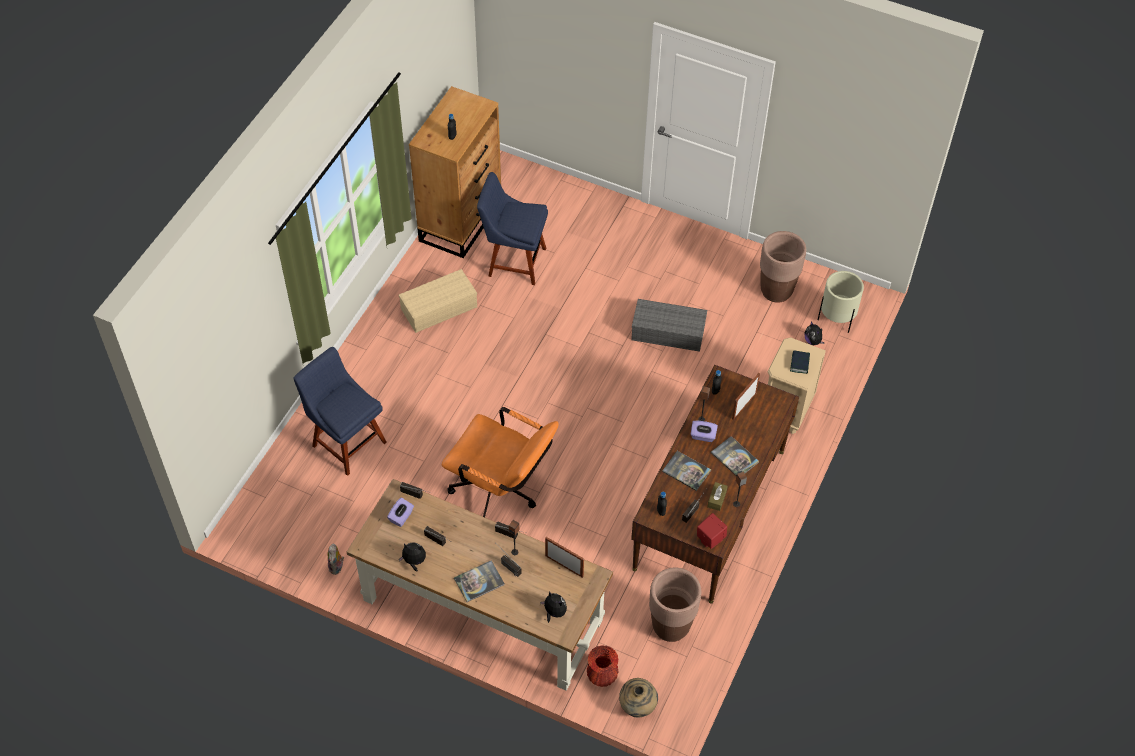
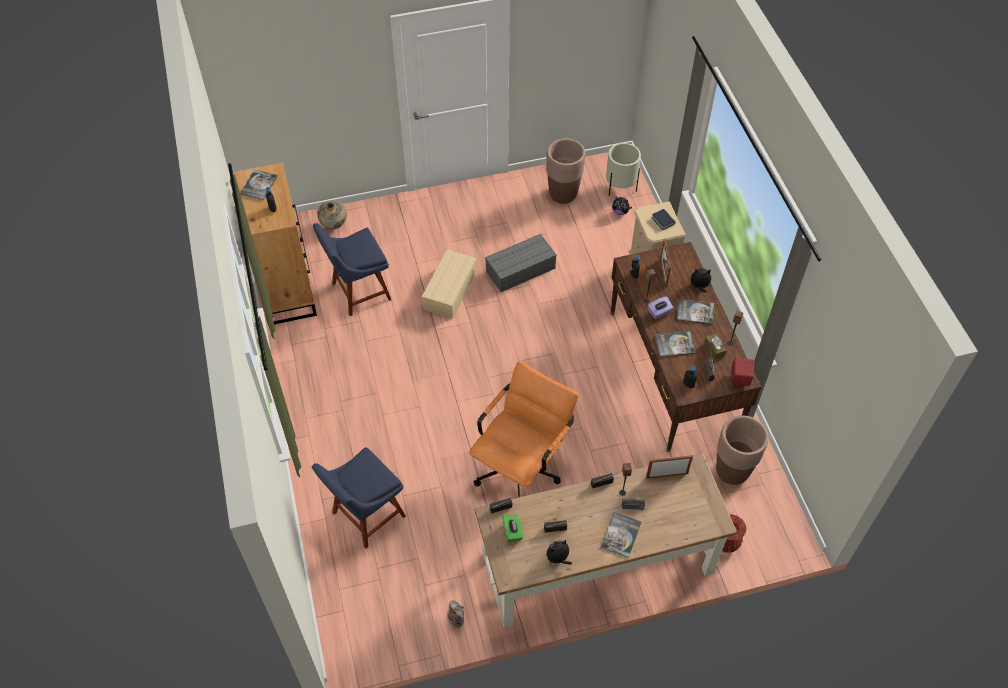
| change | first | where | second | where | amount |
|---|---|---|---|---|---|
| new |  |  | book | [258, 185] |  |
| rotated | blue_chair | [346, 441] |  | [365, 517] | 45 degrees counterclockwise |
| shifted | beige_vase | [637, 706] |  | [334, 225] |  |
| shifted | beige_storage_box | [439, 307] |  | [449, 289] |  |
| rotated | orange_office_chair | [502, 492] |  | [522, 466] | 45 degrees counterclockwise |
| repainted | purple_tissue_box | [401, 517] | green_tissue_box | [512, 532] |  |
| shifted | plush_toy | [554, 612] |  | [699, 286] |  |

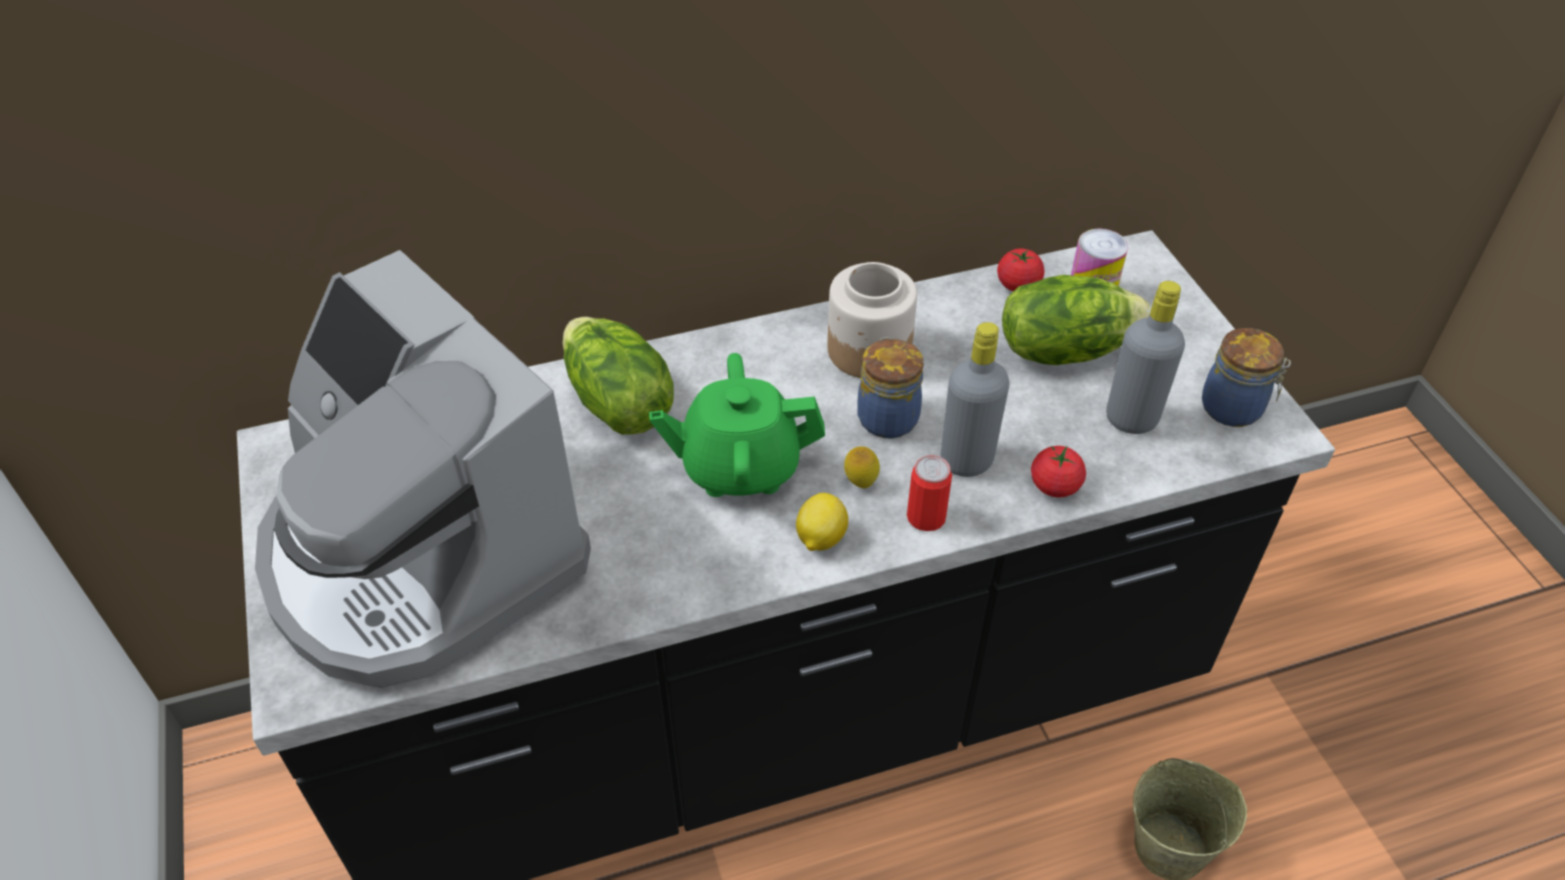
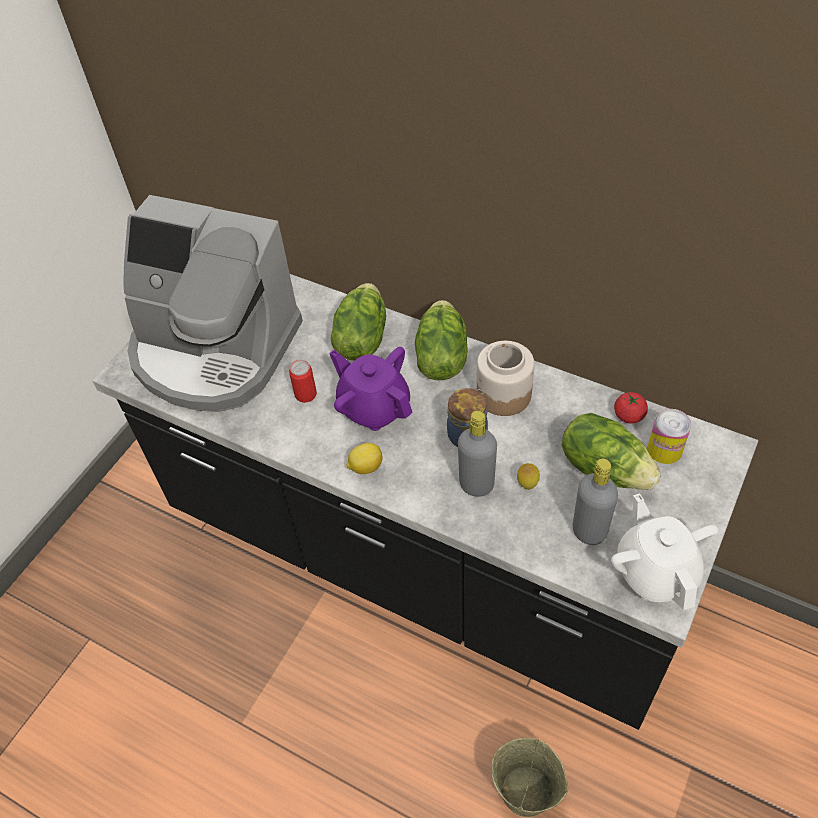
| change | first | where | second | where | amount |
|---|---|---|---|---|---|
| rotated | coffee_machine | [420, 557] |  | [214, 351] | 75 degrees counterclockwise |
| shifted | can | [926, 517] |  | [305, 394] |  |
| repainted | green_teapot | [739, 467] | purple_teapot | [374, 407] |  |
| new |  |  | lettuce | [440, 357] |  |
| shifted | lemon | [860, 483] |  | [527, 484] |  |
| swapped | jar | [1234, 409] | white_teapot | [655, 571] |  |
| gone | tomato | [1054, 486] |  |  |  |

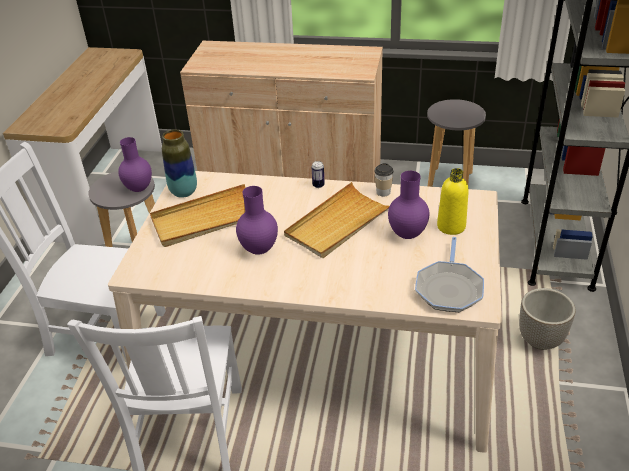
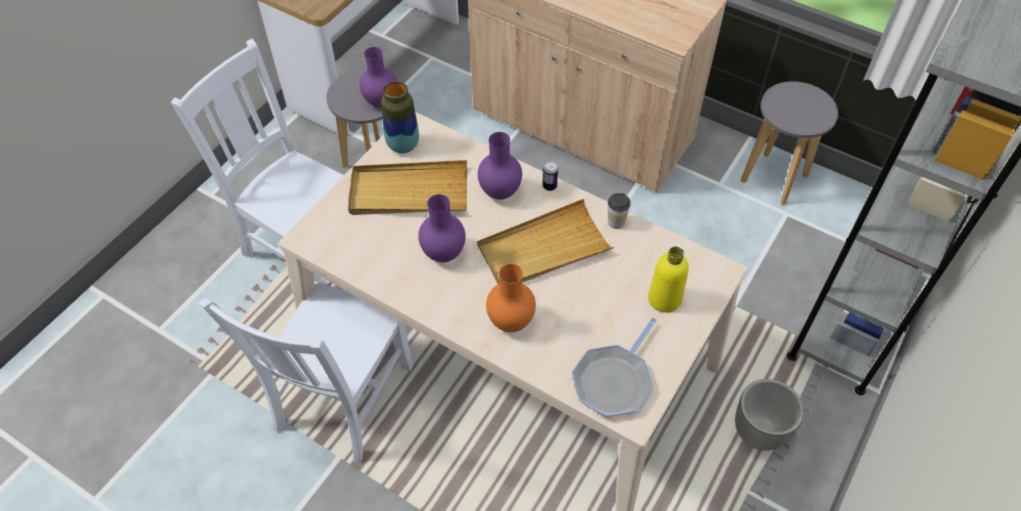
| change | first | where | second | where | amount |
|---|---|---|---|---|---|
| shifted | purple_vase | [406, 234] |  | [499, 192] |  |
| new |  |  | orange_vase | [509, 321] |  |

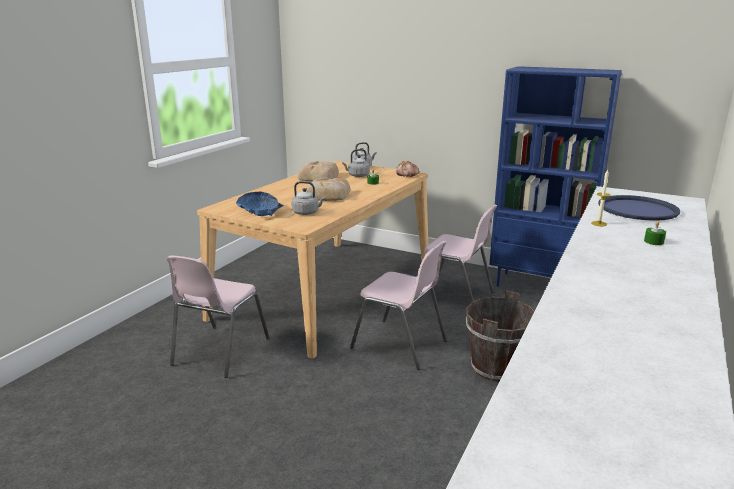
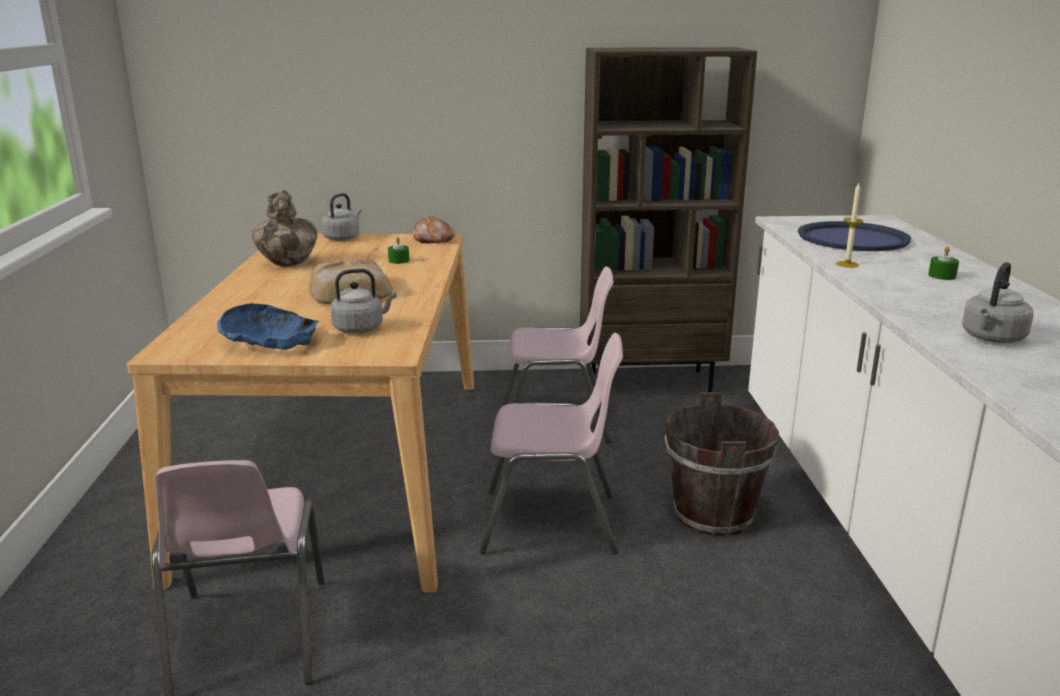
| change | first | where | second | where | amount |
|---|---|---|---|---|---|
| swapped | bread | [319, 176] | vase | [288, 263] |  |
| repainted | blue_bookcase | [538, 286] | brown_bookcase | [651, 382] |  |
| shifted | grey_kettle | [357, 176] |  | [991, 338] |  |

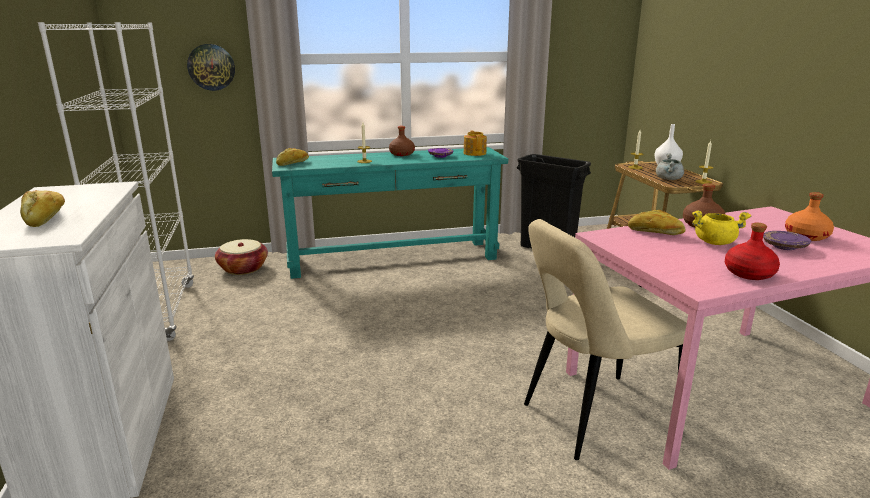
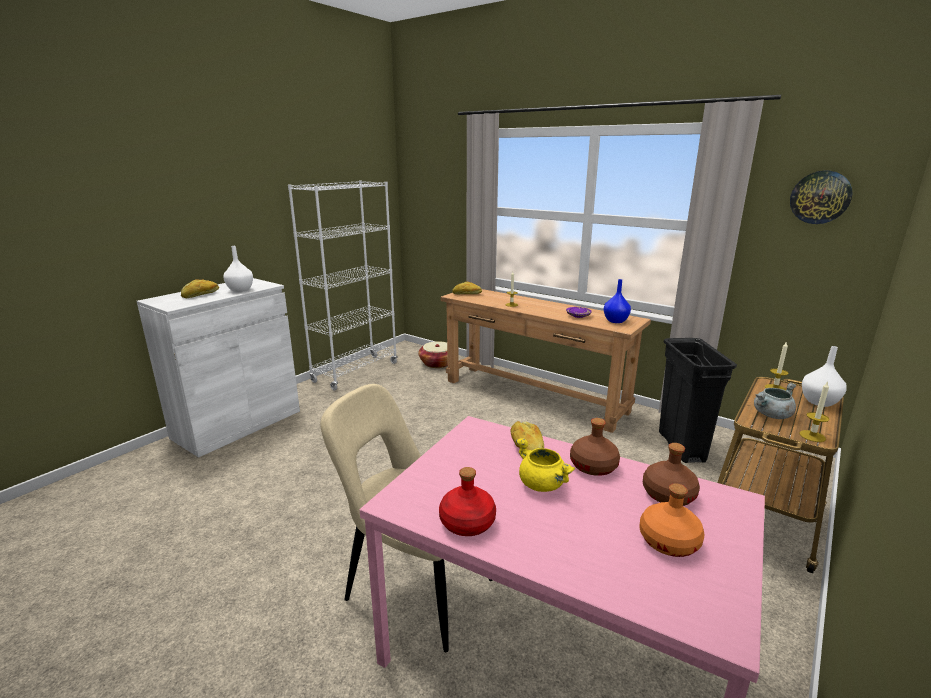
| change | first | where | second | where | amount |
|---|---|---|---|---|---|
| new |  |  | white_vase | [240, 290] |  |
| repainted | turquoise_console_table | [393, 259] | brown_console_table | [533, 396] |  |
| swapped | teapot | [475, 153] | blue_vase | [615, 321] |  |
| shifted | brown_bottle | [401, 154] |  | [668, 494] |  |
| shifted | wall_clock | [211, 67] |  | [820, 197] |  |
| gone | purple_plate | [784, 247] |  |  |  |

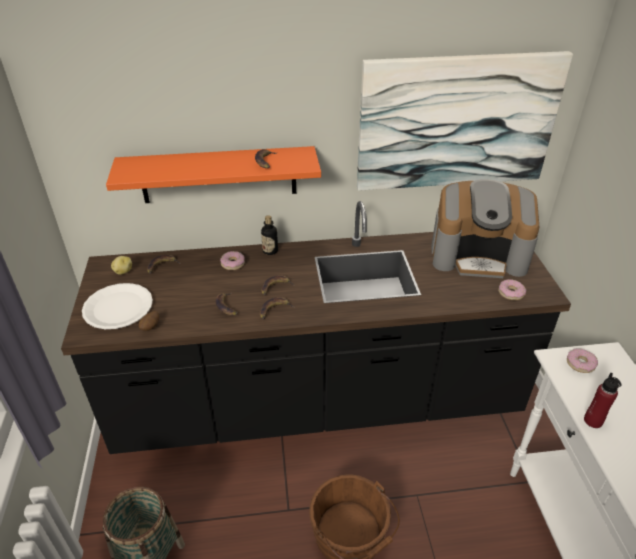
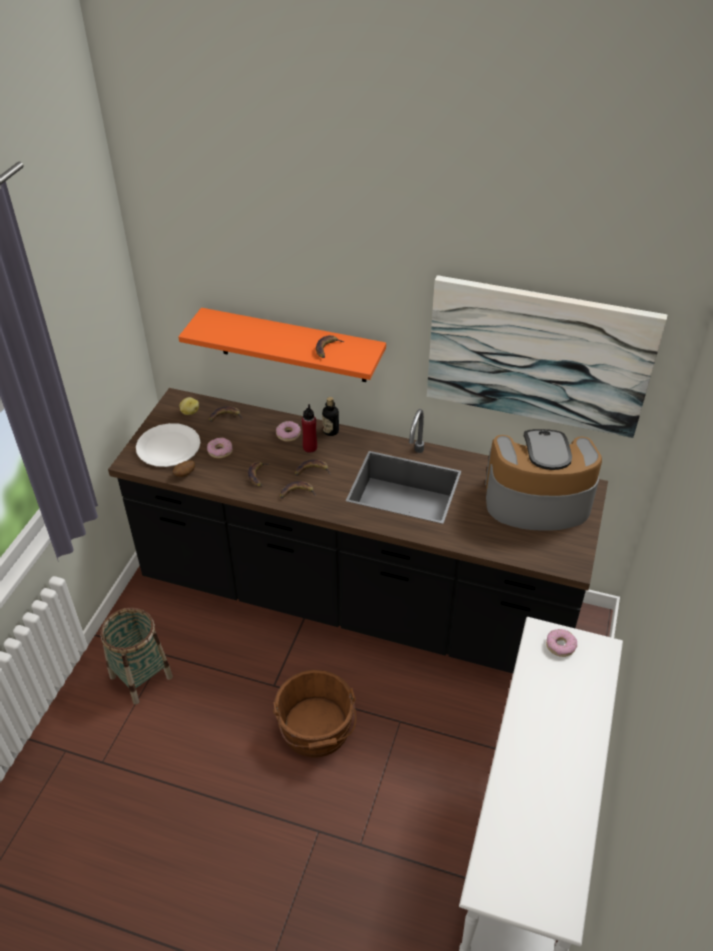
| change | first | where | second | where | amount |
|---|---|---|---|---|---|
| shifted | donut | [511, 293] |  | [220, 451] |  |
| shifted | red_bottle | [593, 421] |  | [310, 447] |  |
| rotated | coffee_machine | [478, 255] |  | [536, 501] | 150 degrees clockwise |

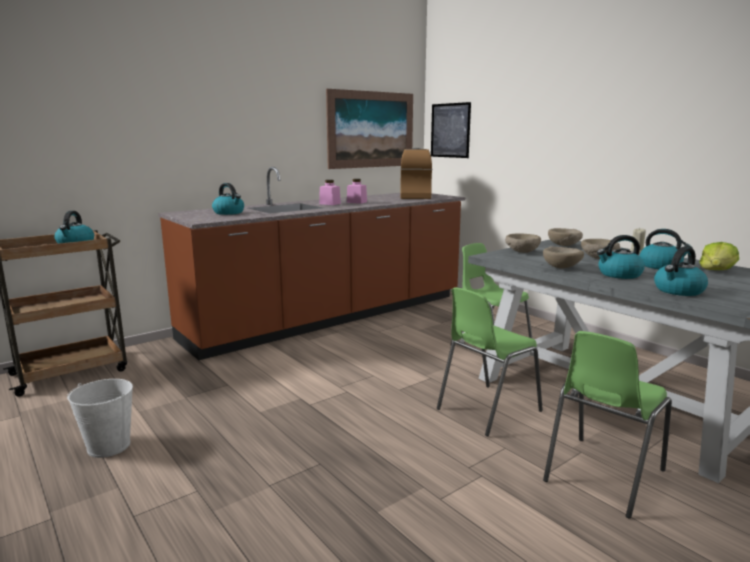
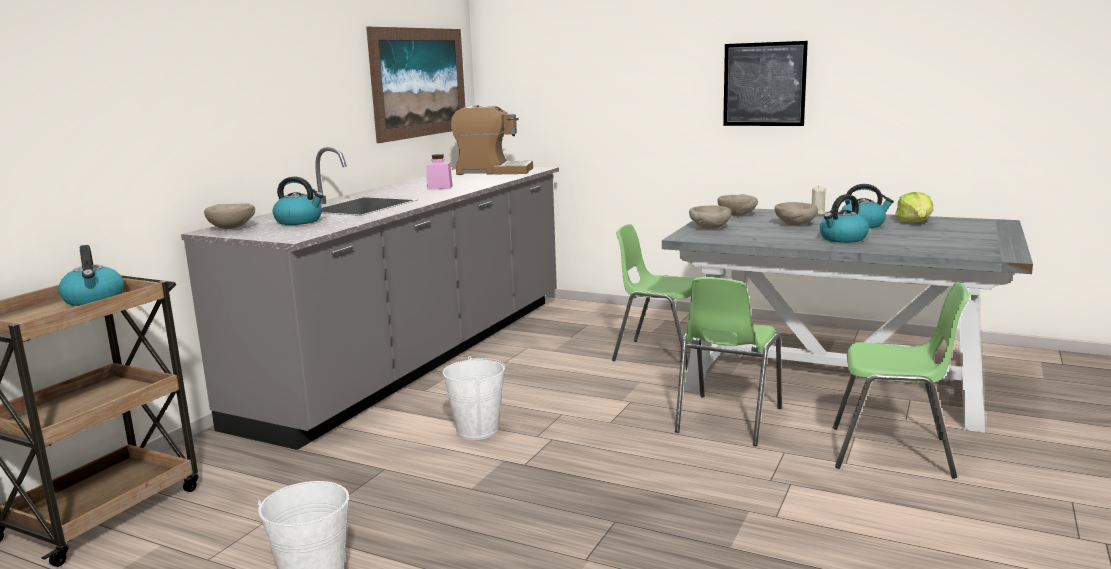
| change | first | where | second | where | amount |
|---|---|---|---|---|---|
| repainted | brown_counter | [331, 317] | grey_counter | [420, 356] |  |
| shifted | beige_bowl | [562, 268] |  | [233, 228] |  |
| new |  |  | white_bucket | [477, 430] |  |
| rotated | coffee_machine | [415, 196] |  | [493, 171] | 120 degrees clockwise |
| shifted | picture | [450, 130] |  | [764, 84] |  |
| rotated | green_chair | [602, 475] |  | [892, 453] | 90 degrees counterclockwise |
| gone | pink_jar | [330, 204] |  |  |  |
| gone | kettle | [678, 291] |  |  |  |

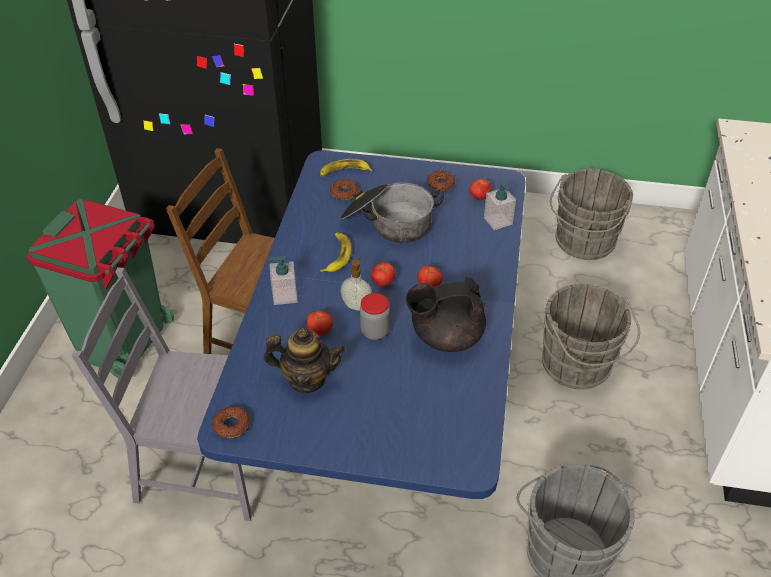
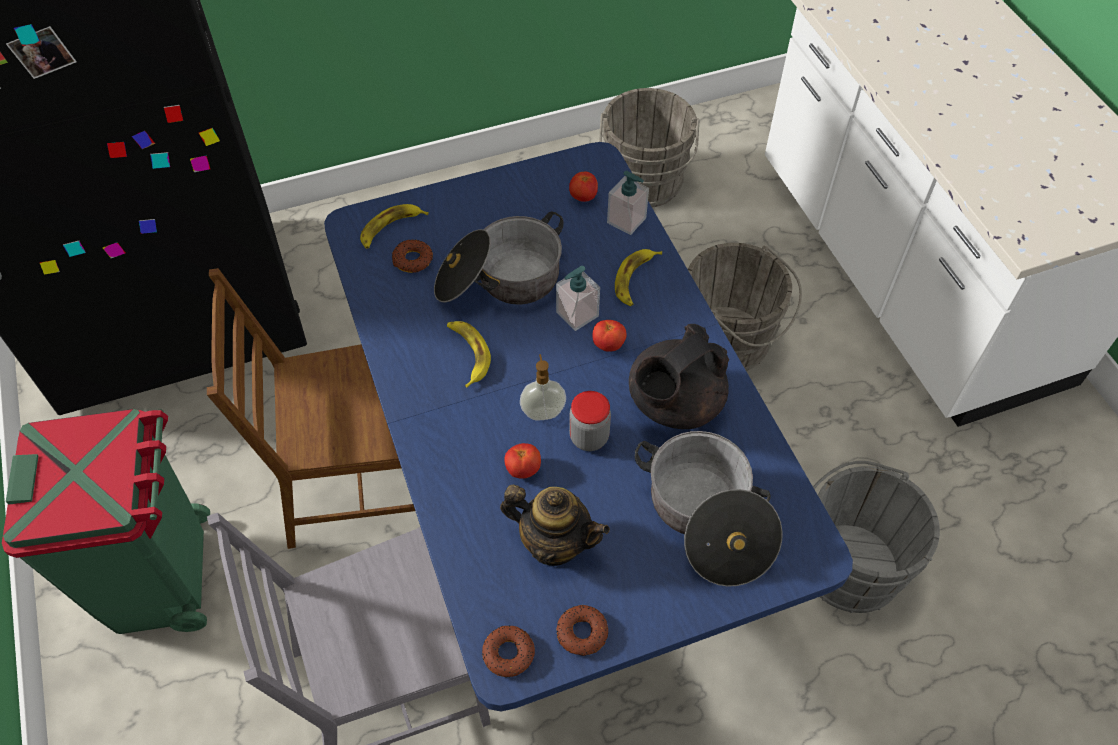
| change | first | where | second | where | amount |
|---|---|---|---|---|---|
| rotated | teapot | [307, 379] |  | [554, 542] | 45 degrees clockwise |
| shifted | soap_dispenser | [284, 295] |  | [577, 314] |  |
| shifted | donut | [440, 184] |  | [581, 633] |  |
| new |  |  | banana | [635, 279] |  |
| new |  |  | cooking_pot | [706, 519] |  |
| gone | tomato | [383, 282] |  |  |  |

